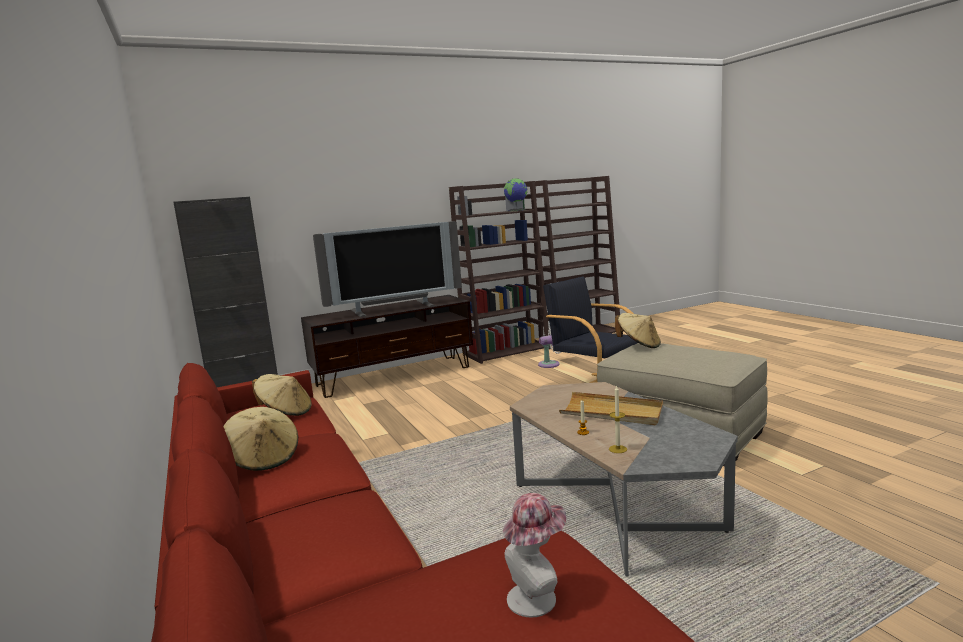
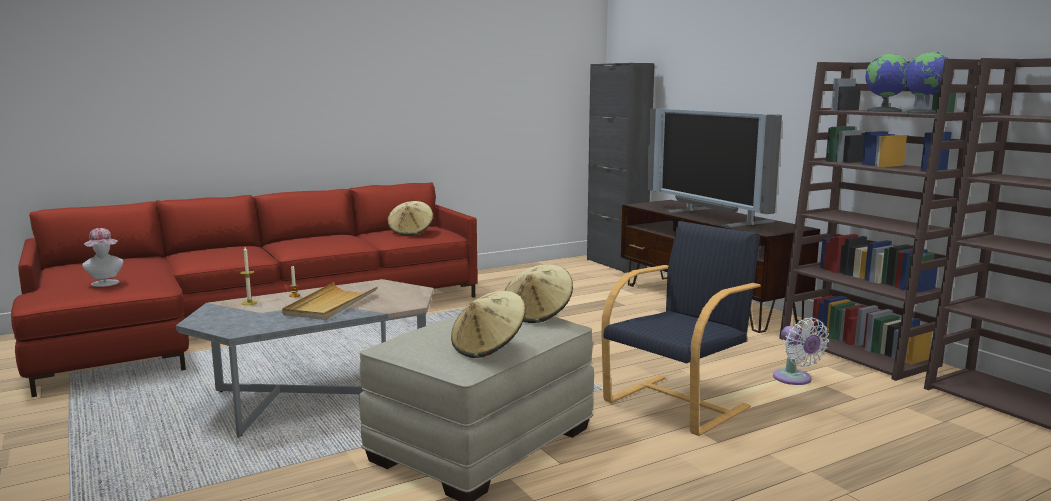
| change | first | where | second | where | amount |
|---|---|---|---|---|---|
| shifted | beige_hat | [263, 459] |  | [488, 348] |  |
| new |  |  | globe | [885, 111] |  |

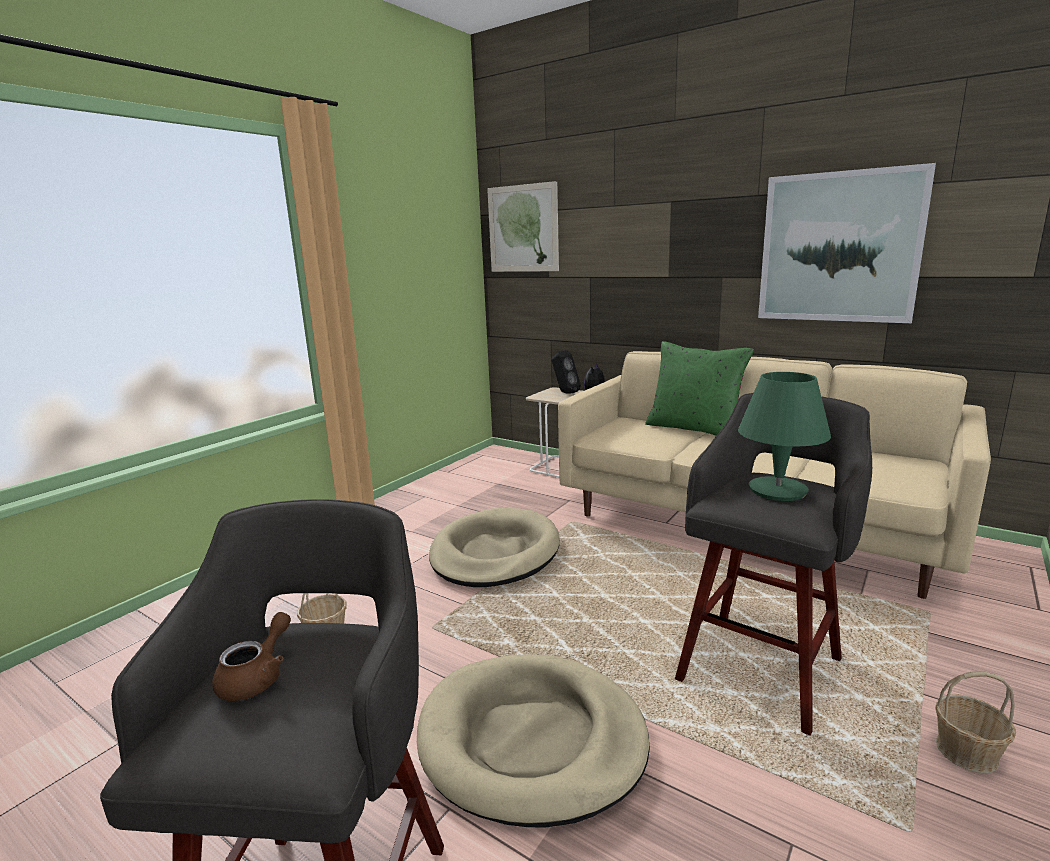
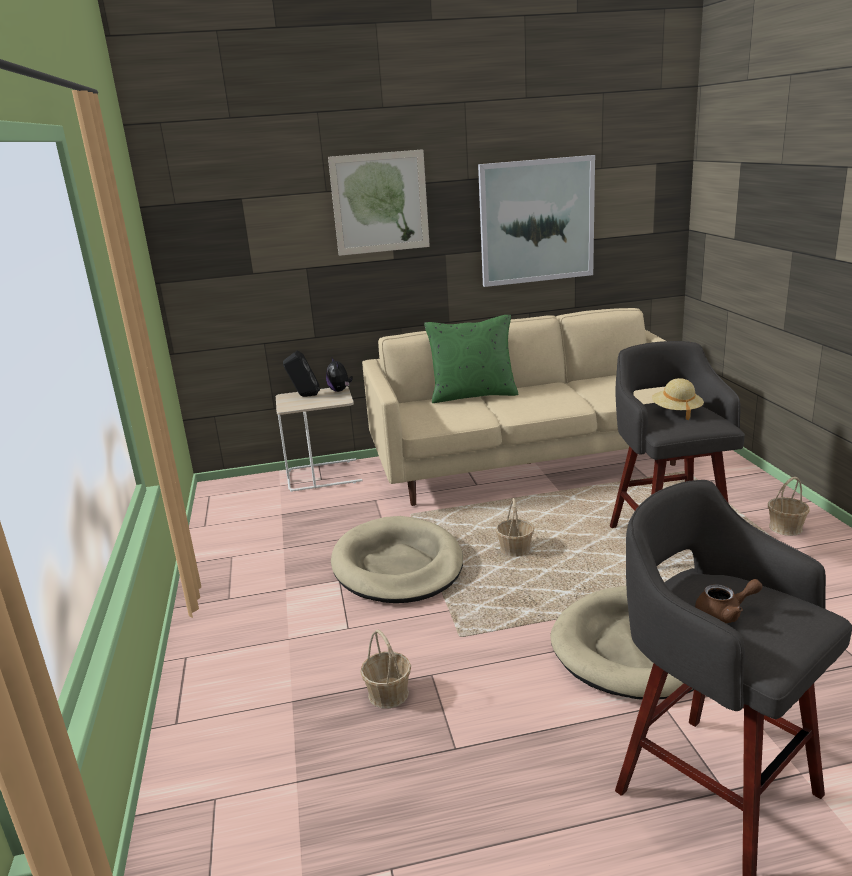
| change | first | where | second | where | amount |
|---|---|---|---|---|---|
| shifted | picture | [523, 229] |  | [380, 203] |  |
| new |  |  | basket | [515, 549] |  |
| swapped | green_table_lamp | [777, 490] | beige_hat | [676, 411] |  |
| rotated | brown_teapot | [257, 677] |  | [725, 613] | 105 degrees clockwise |

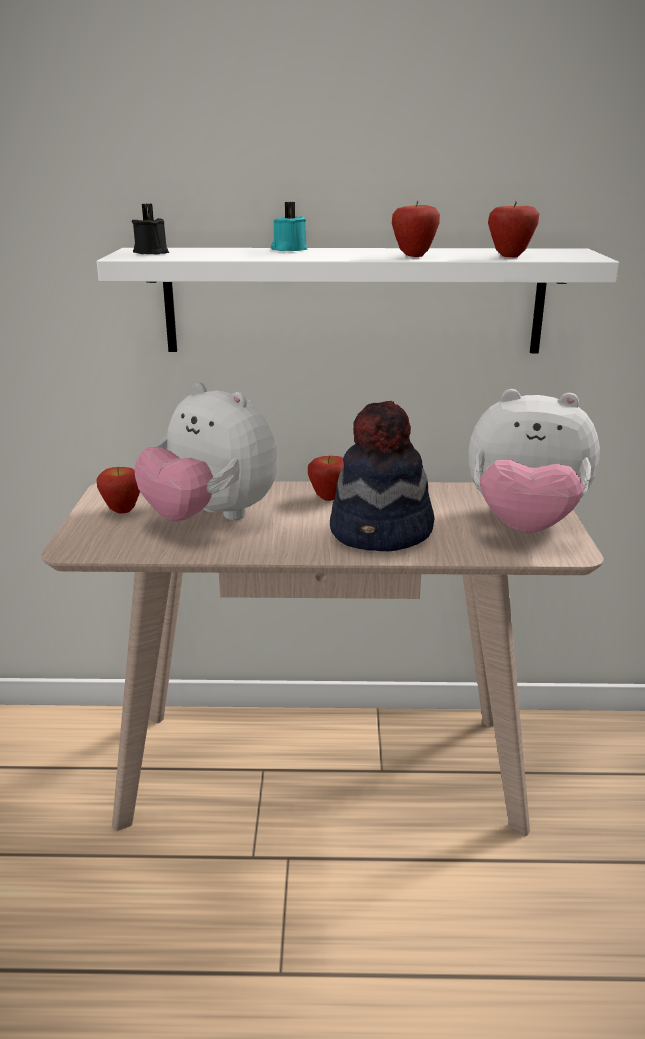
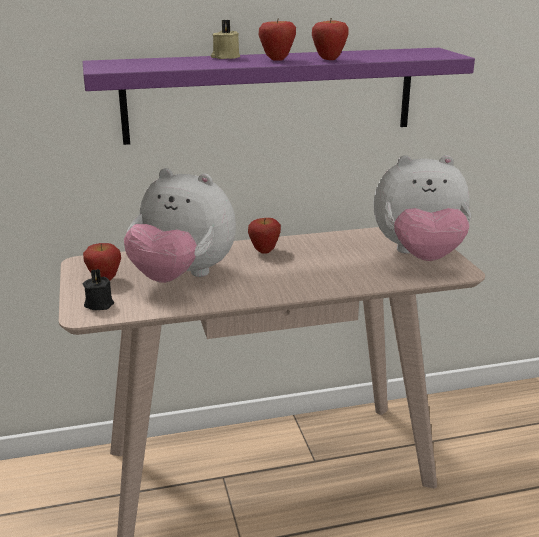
| change | first | where | second | where | amount |
|---|---|---|---|---|---|
| repainted | white_shelf | [353, 301] | purple_shelf | [271, 95] |  |
| shifted | black_candle | [151, 253] |  | [99, 304] |  |
| repainted | turquoise_candle | [288, 250] | beige_candle | [225, 57] |  |
| shifted | apple | [510, 256] |  | [277, 60] |  |
| gone | hat | [382, 533] |  |  |  |

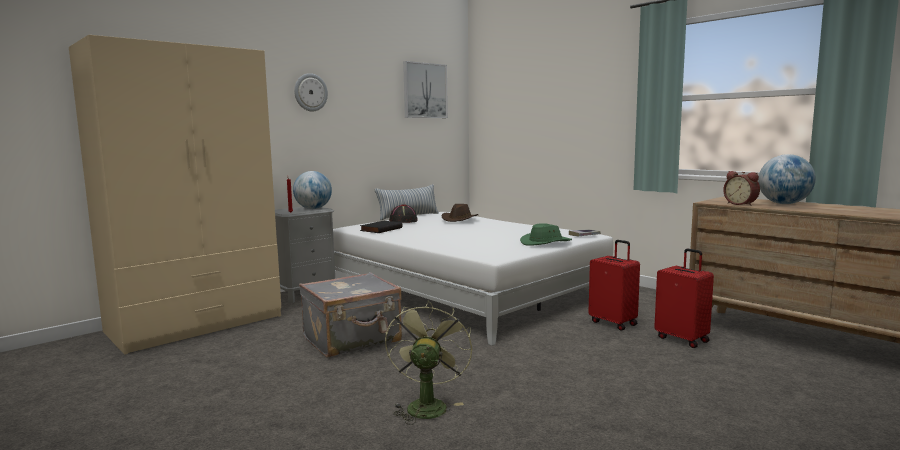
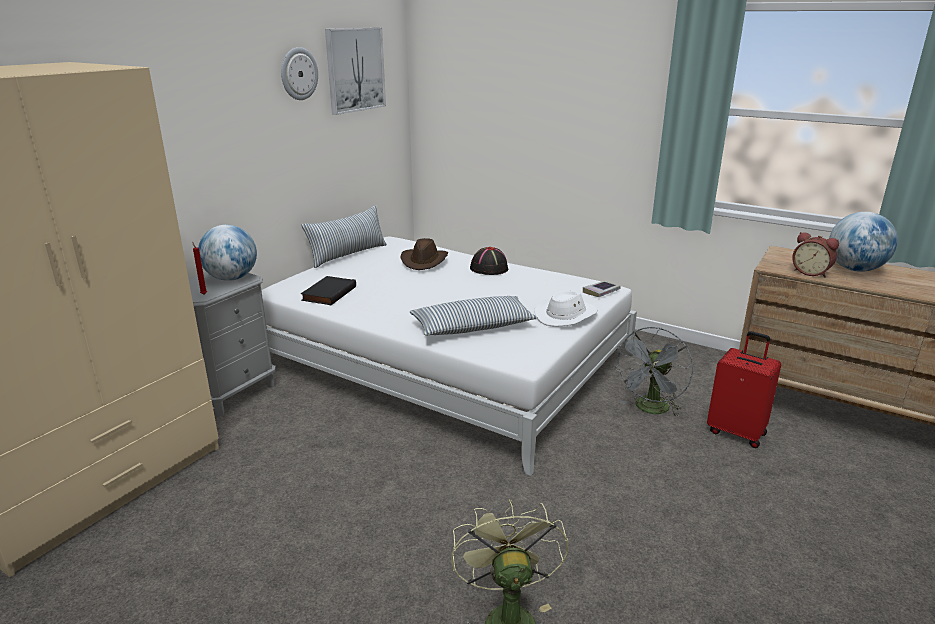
| change | first | where | second | where | amount |
|---|---|---|---|---|---|
| shifted | wall_clock | [310, 92] |  | [298, 74] |  |
| new |  |  | pillow | [473, 327] |  |
| shifted | black_hat | [403, 221] |  | [488, 268] |  |
| repainted | green_hat | [545, 242] | white_hat | [566, 315] |  |
| swapped | red_suitcase | [614, 323] | grey_fan | [650, 410] |  |
| gone | grey_suitcase | [353, 340] |  |  |  |

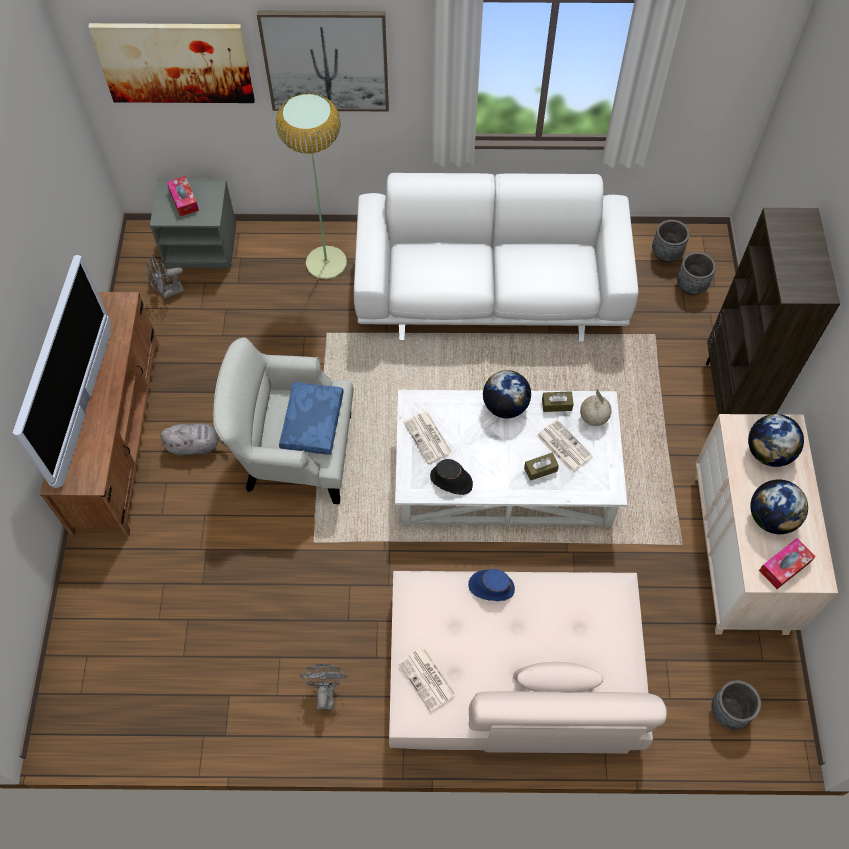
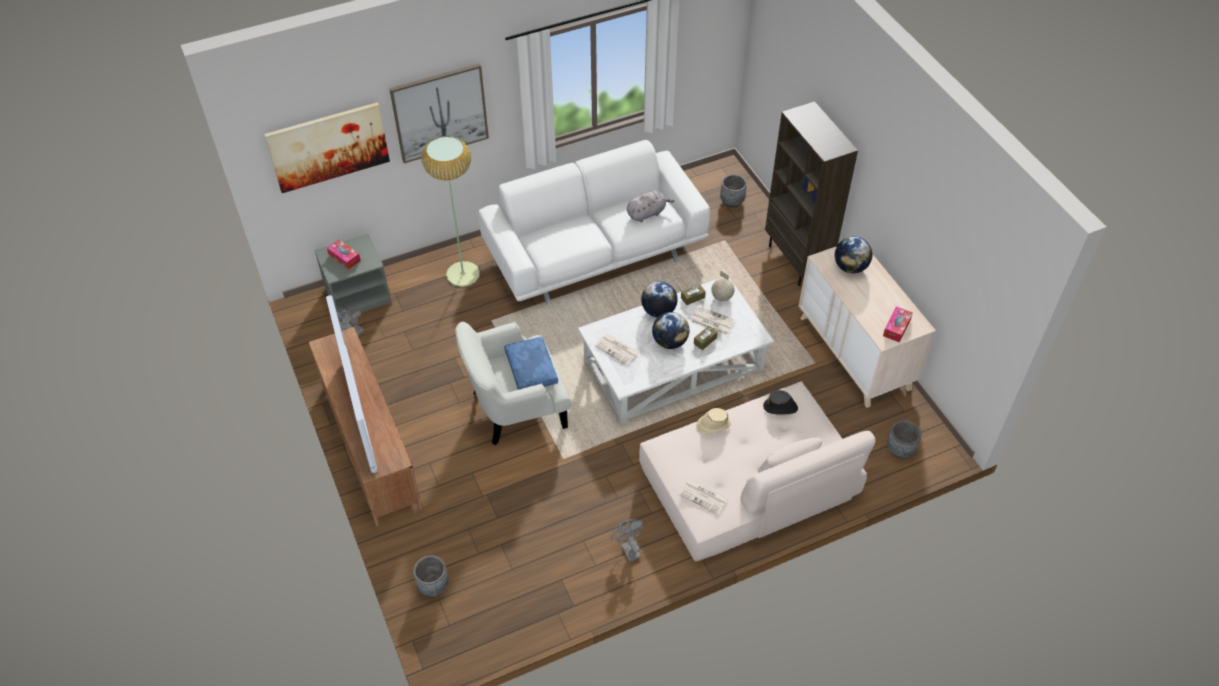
| change | first | where | second | where | amount |
|---|---|---|---|---|---|
| shifted | grey_planter | [666, 253] |  | [433, 585] |  |
| shifted | grey_plush_toy | [196, 446] |  | [647, 213] |  |
| shifted | globe | [771, 518] |  | [670, 342] |  |
| repainted | blue_hat | [490, 586] | beige_hat | [713, 425] |  |
| shifted | black_hat | [451, 481] |  | [780, 407] |  |

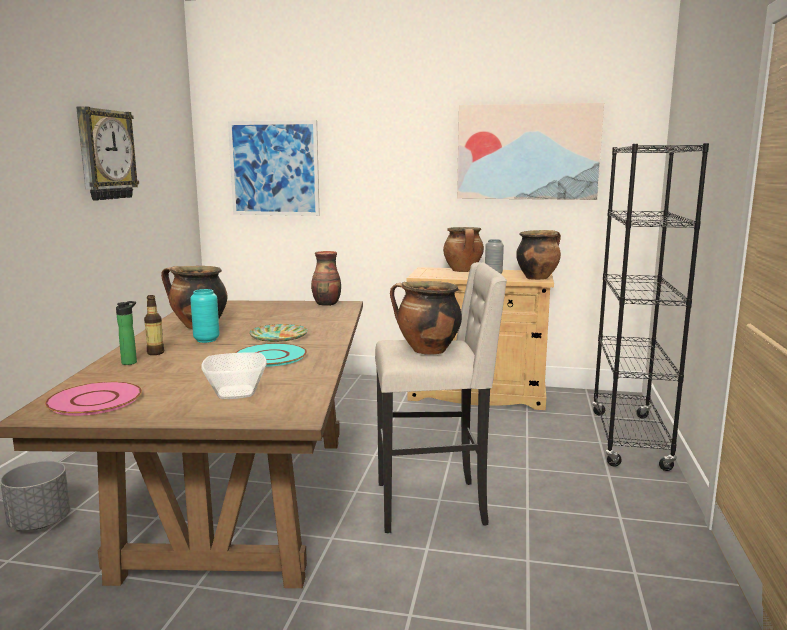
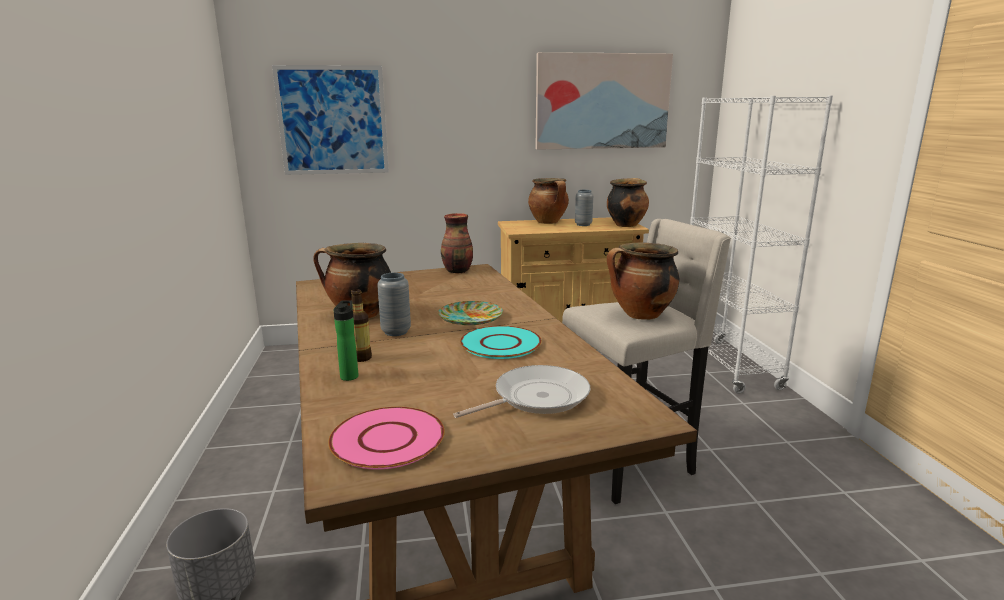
| change | first | where | second | where | amount |
|---|---|---|---|---|---|
| repainted | turquoise_vase | [206, 340] | grey_vase | [396, 332] |  |
| swapped | bowl | [235, 392] | frying_pan | [536, 398] |  |
| repainted | black_bookcase | [629, 440] | white_bookcase | [728, 366] |  |
| gone | wall_clock | [105, 154] |  |  |  |

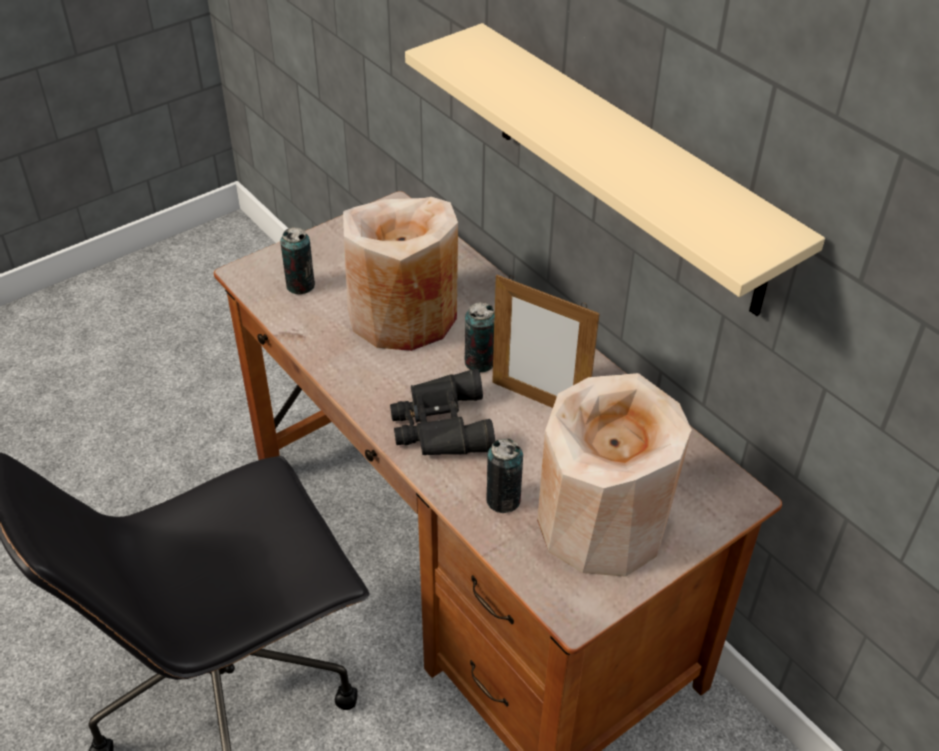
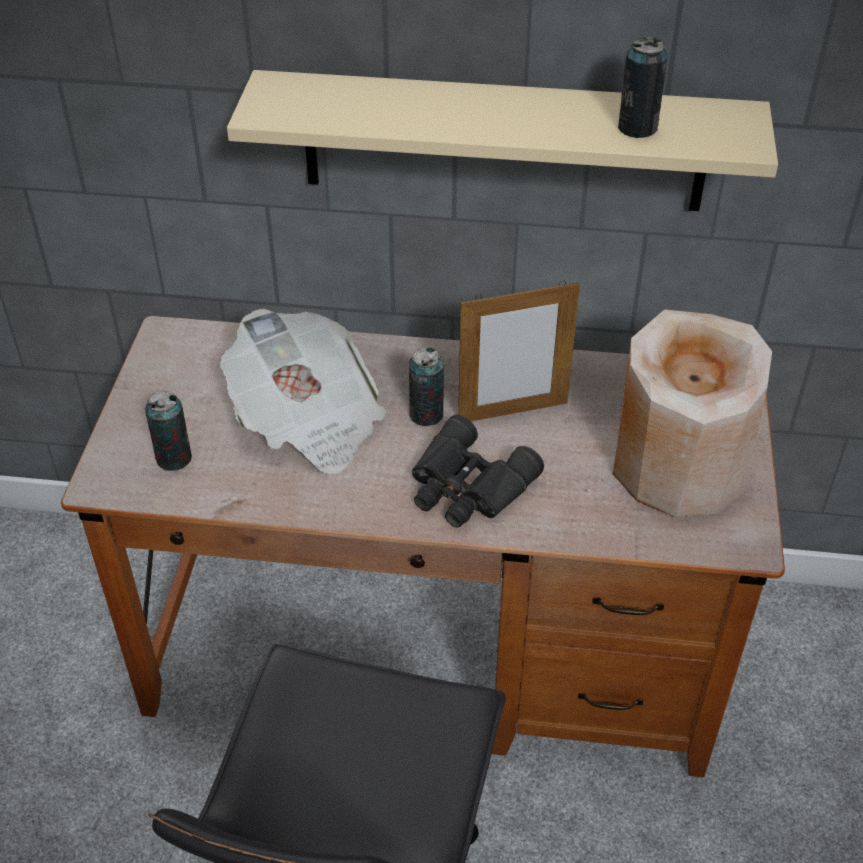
| change | first | where | second | where | amount |
|---|---|---|---|---|---|
| swapped | beige_vase | [403, 315] | newspaper | [308, 421] |  |
| shifted | can | [503, 500] |  | [637, 128] |  |

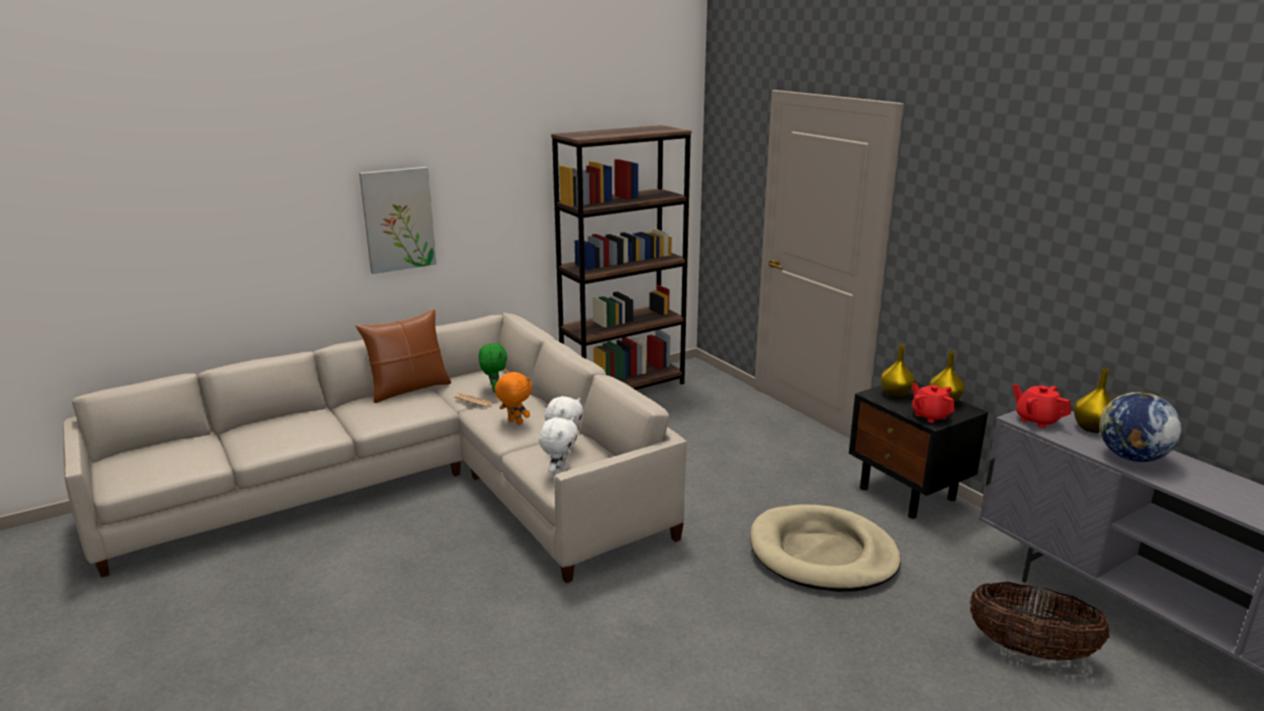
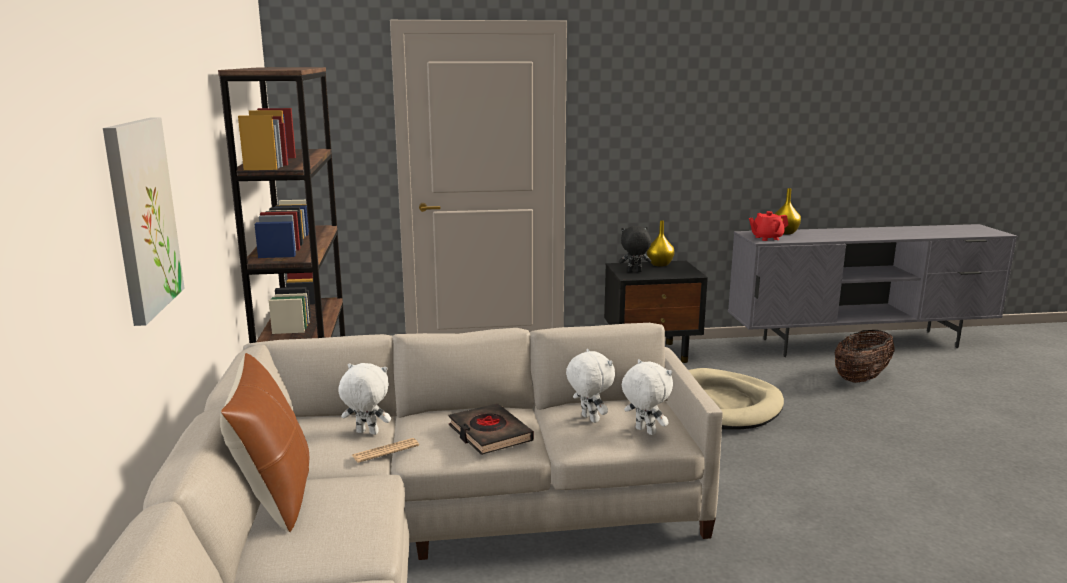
| change | first | where | second | where | amount |
|---|---|---|---|---|---|
| repainted | green_plush_toy | [494, 390] | white_plush_toy | [366, 433] |  |
| swapped | orange_plush_toy | [514, 422] | black_book | [489, 434] |  |
| swapped | yellow_vase | [894, 394] | black_plush_toy | [634, 272] |  |
| gone | red_teapot | [930, 416] |  |  |  |
| gone | globe | [1131, 457] |  |  |  |

